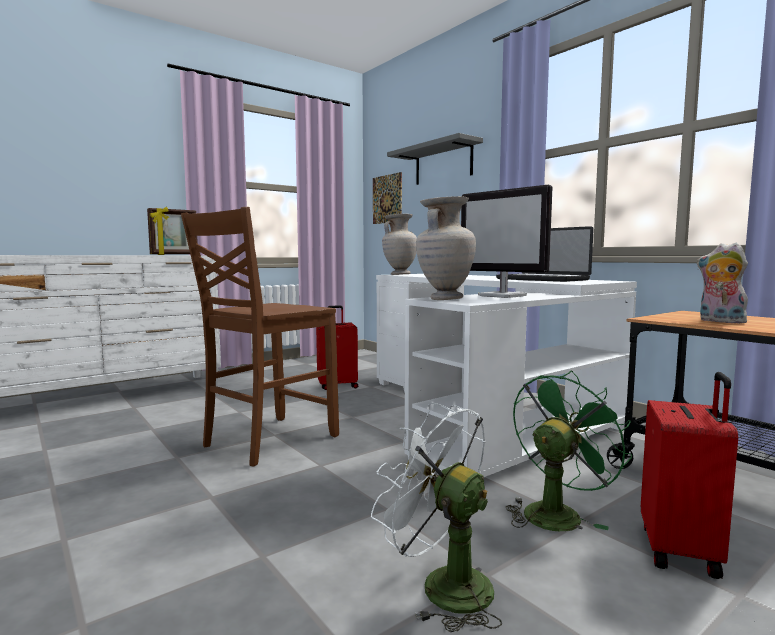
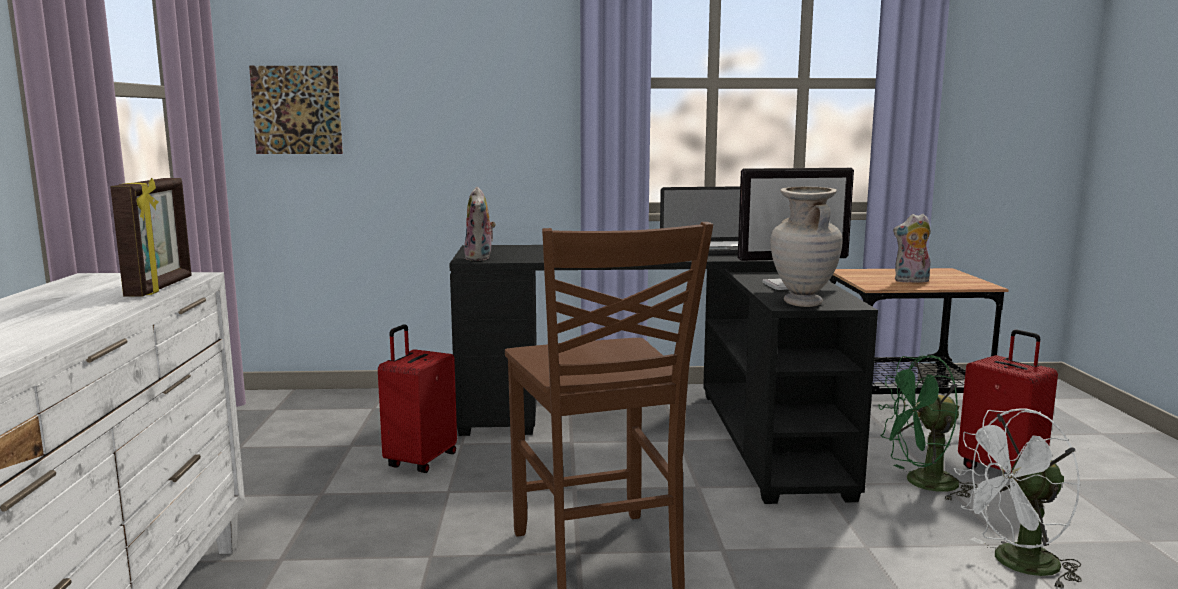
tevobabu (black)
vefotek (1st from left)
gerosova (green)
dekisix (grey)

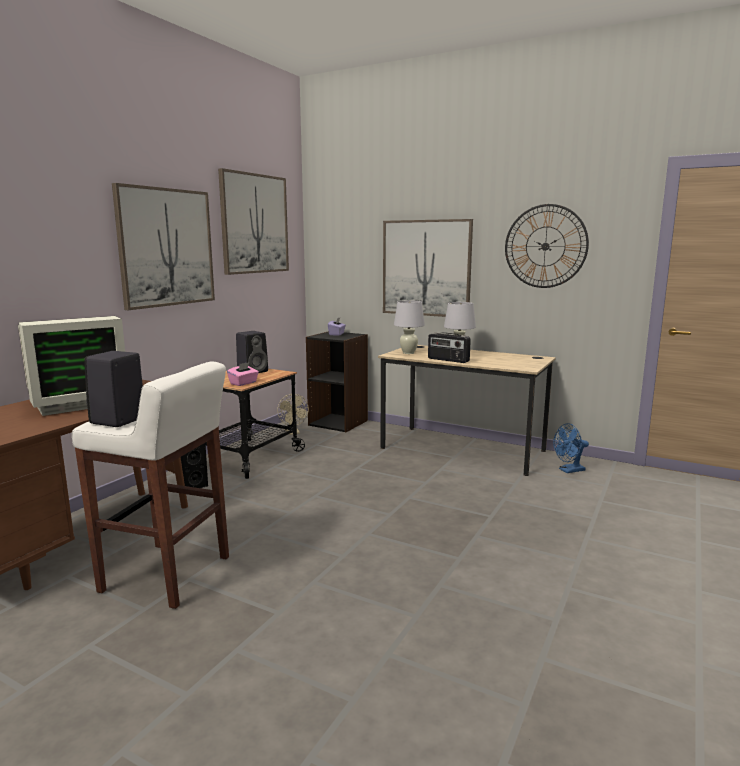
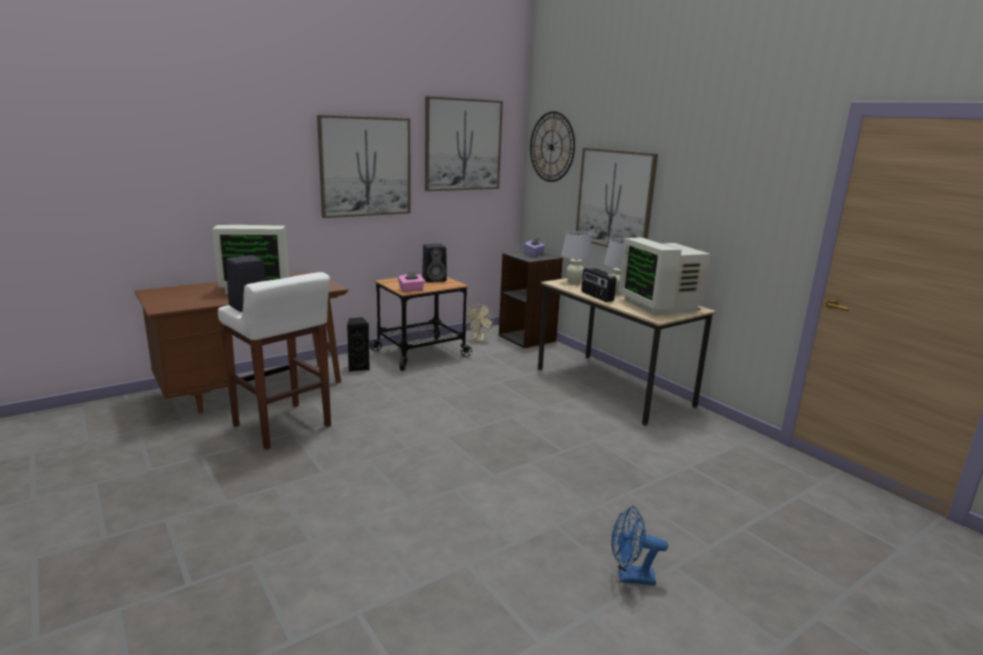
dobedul
gerosova (blue)
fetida (2nd from left)

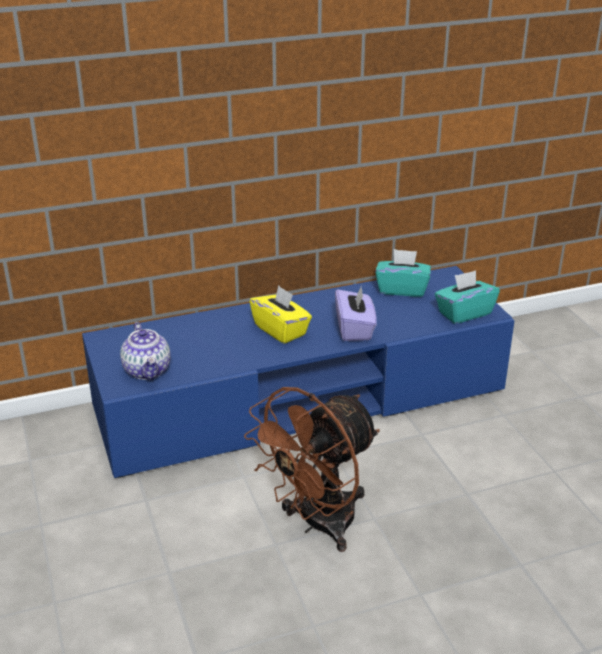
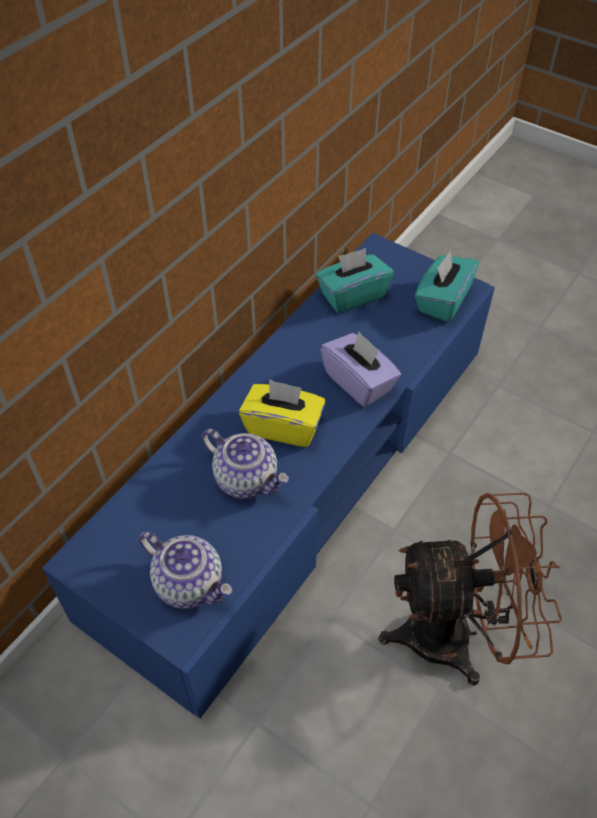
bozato (2nd from left)
gerosova (brown)

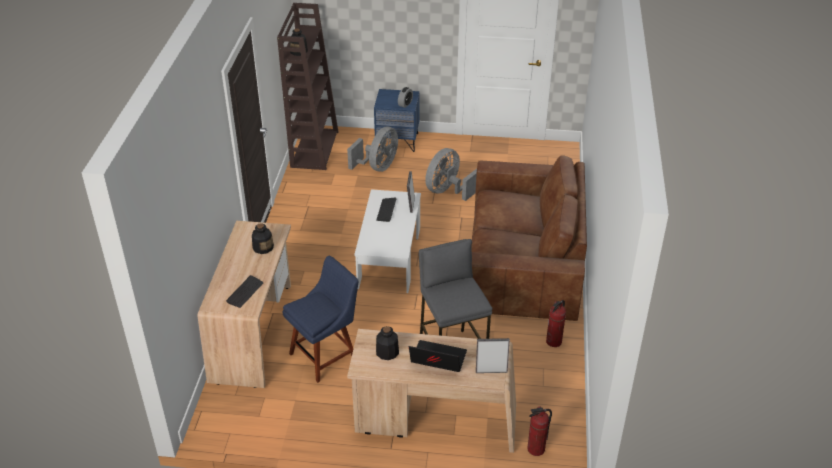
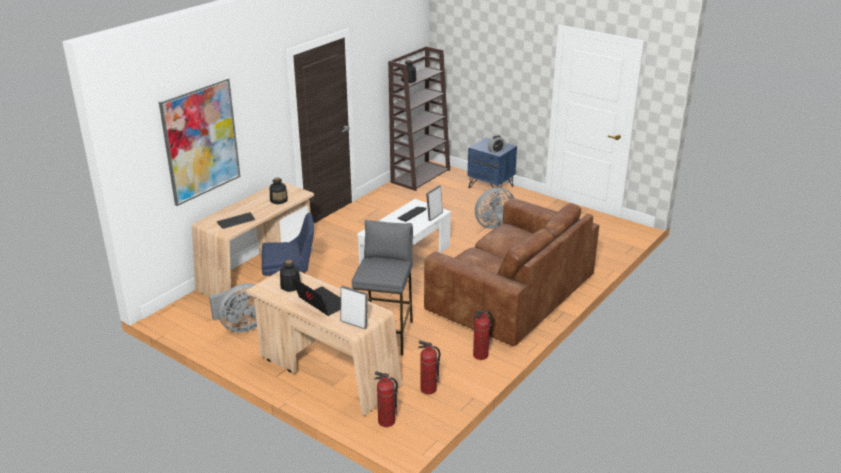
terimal
gerosova (grey) (1st from left)
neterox (2nd from left)

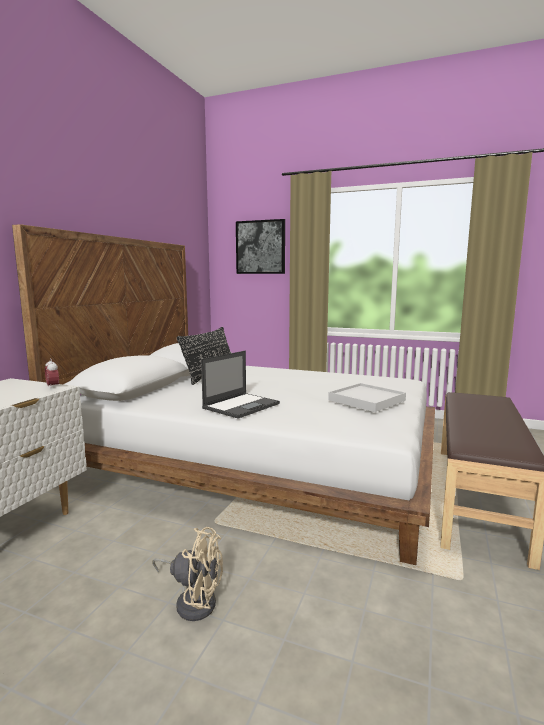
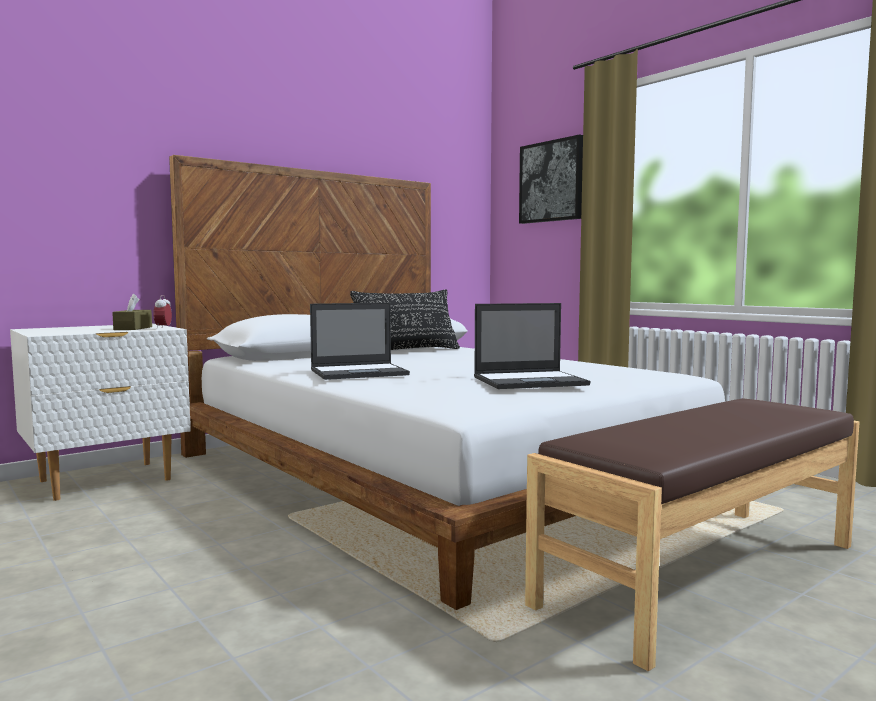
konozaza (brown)
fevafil (2nd from left)
gerosova (beige)

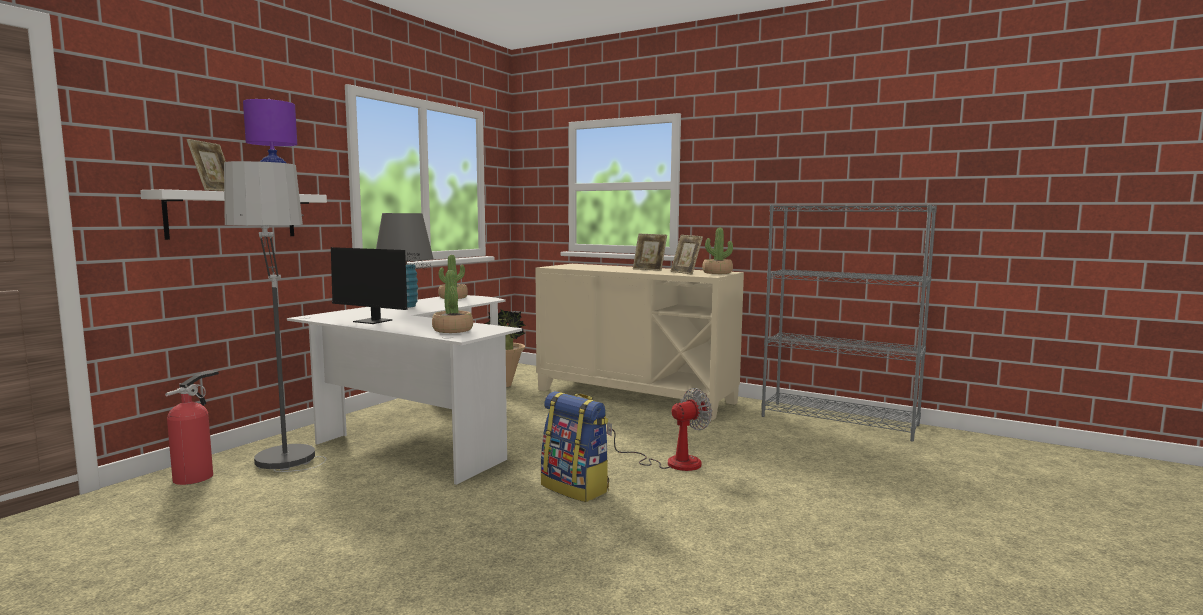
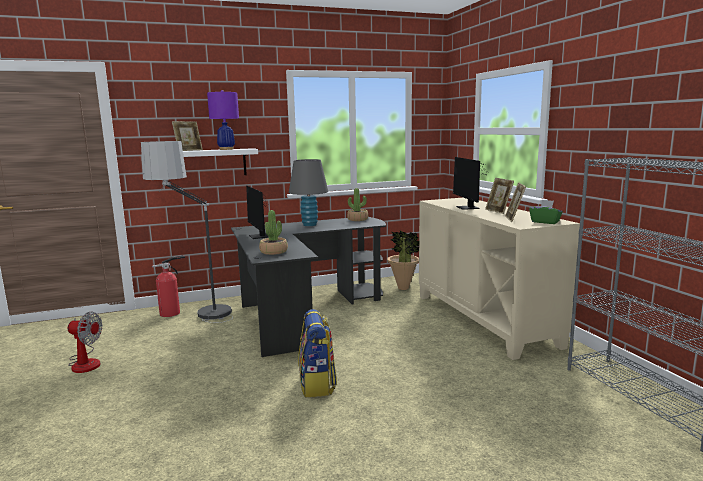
gerosova
tevobabu (black)
fetida (2nd from left)
konozaza (green)

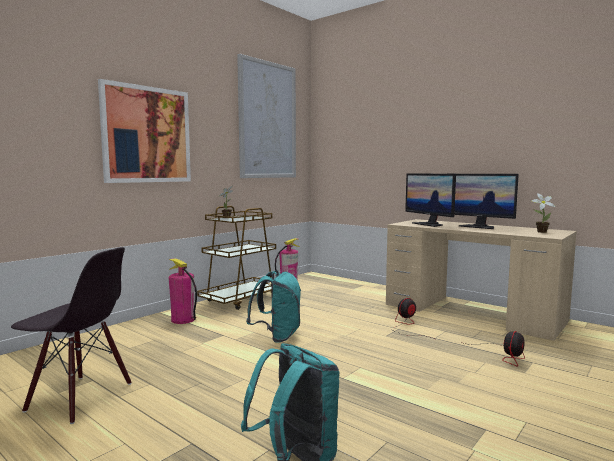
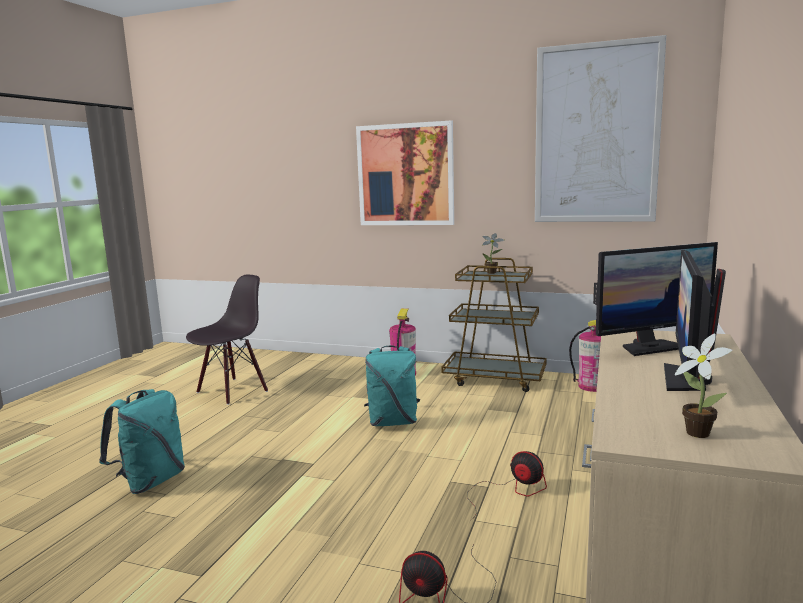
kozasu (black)
fetida (1st from left)

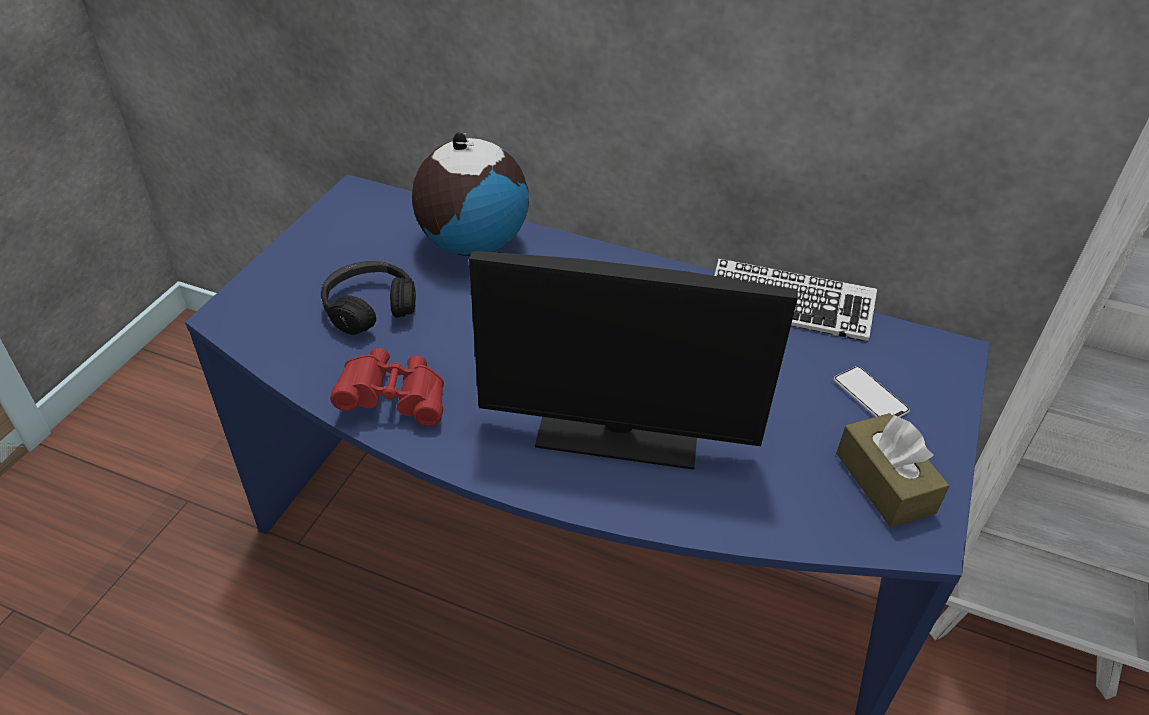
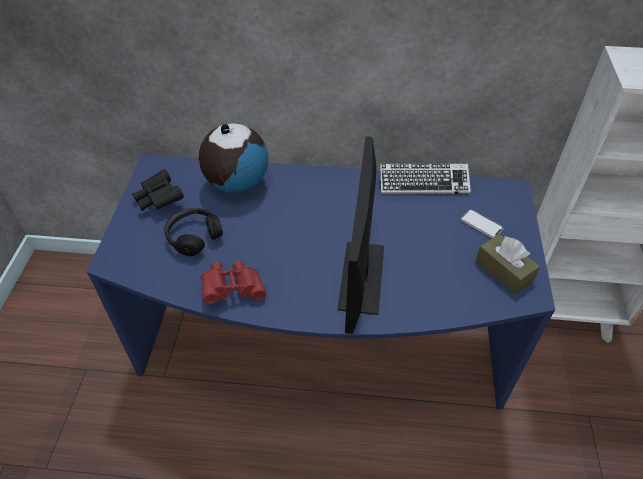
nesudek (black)
fetida

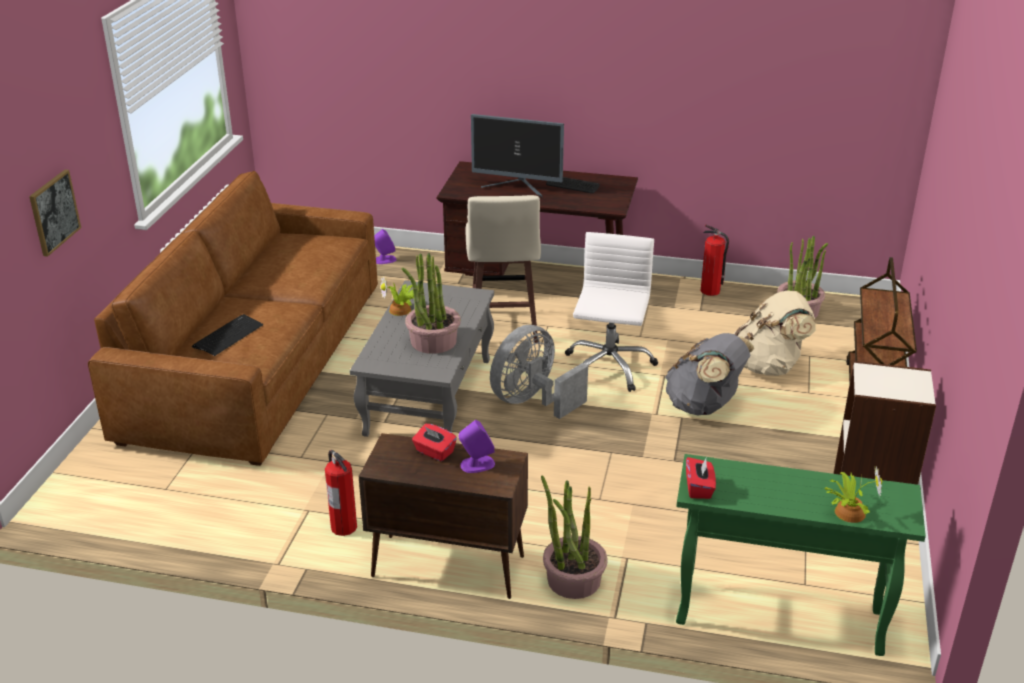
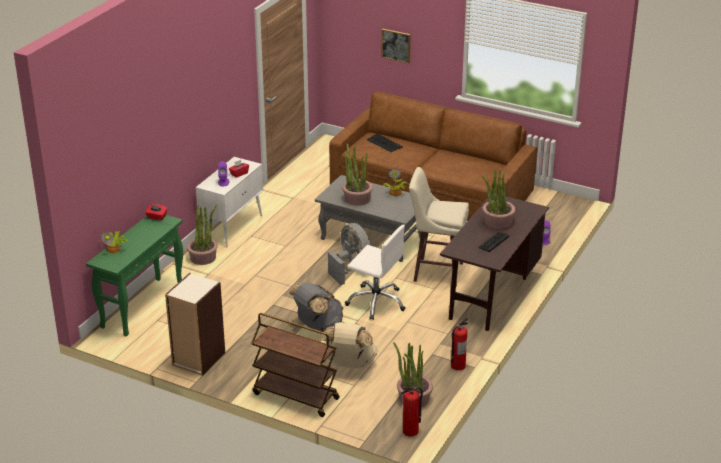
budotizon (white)
neterox (1st from left)
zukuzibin (6th from left)

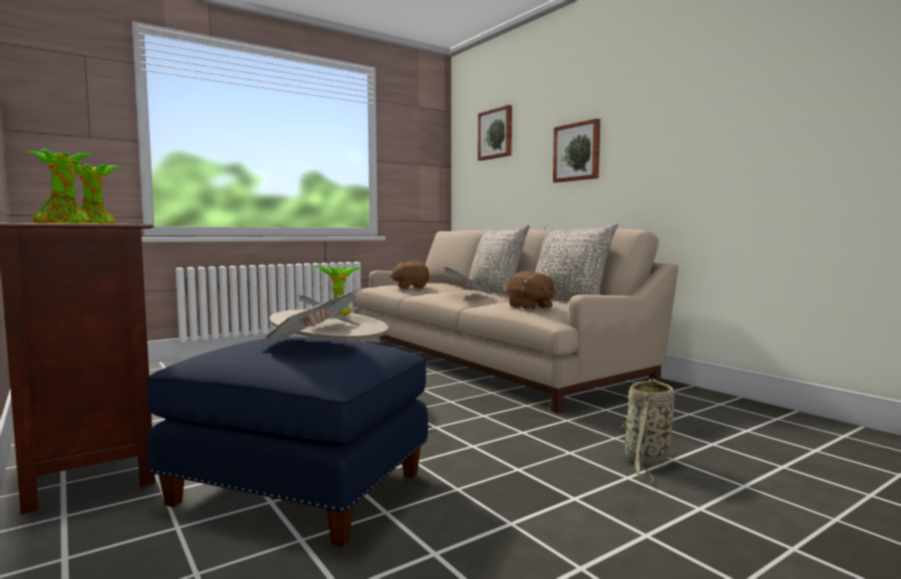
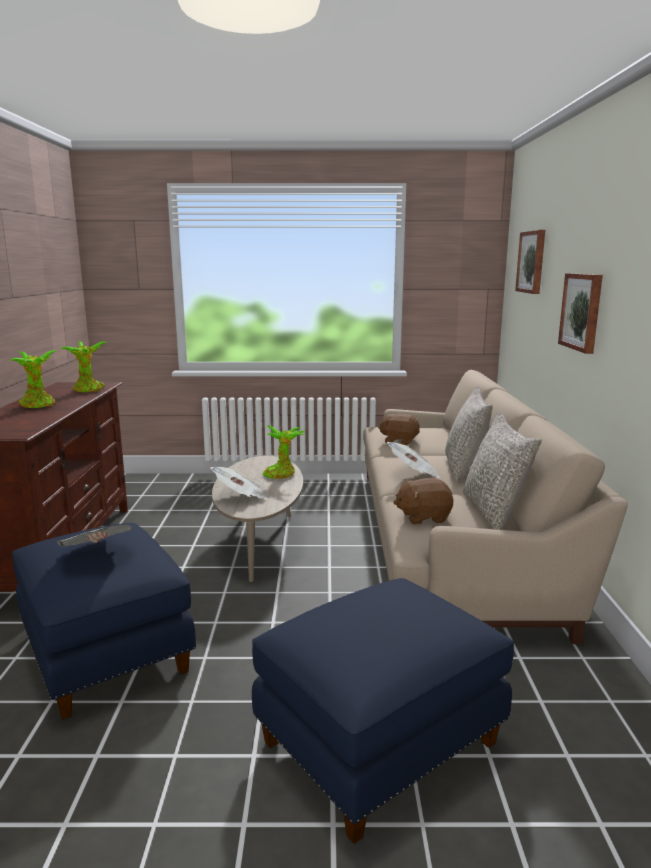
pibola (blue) (2nd from left)
vefotek (brown) (2nd from left)

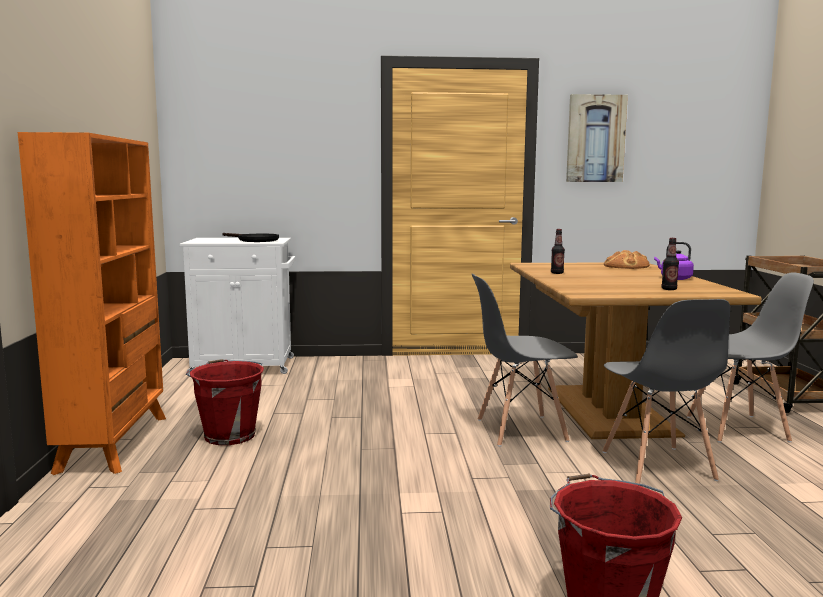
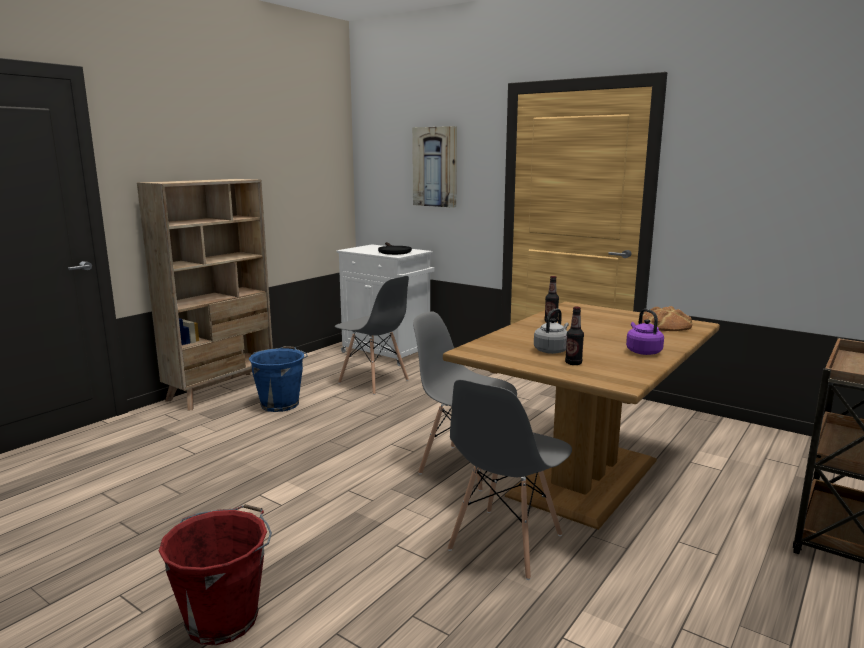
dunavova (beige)
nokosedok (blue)
kozasu (grey) (1st from left)
terimal
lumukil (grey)

